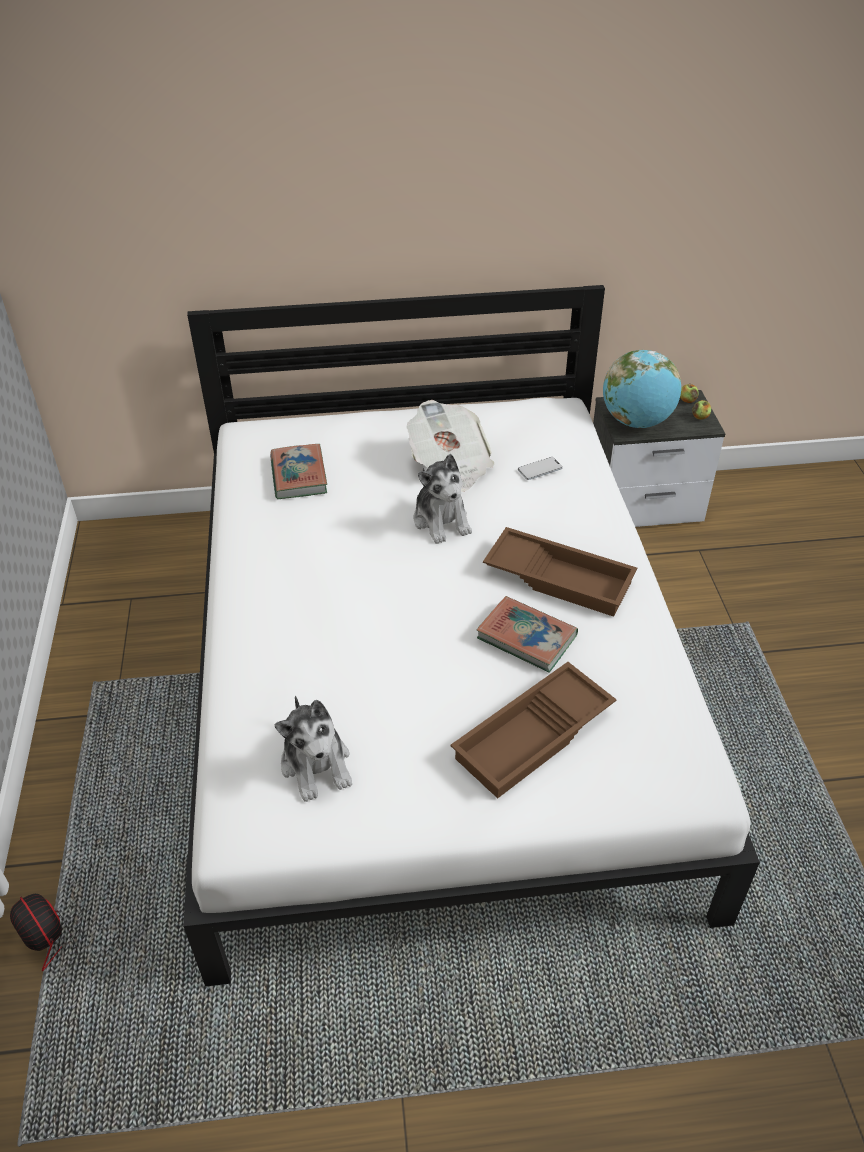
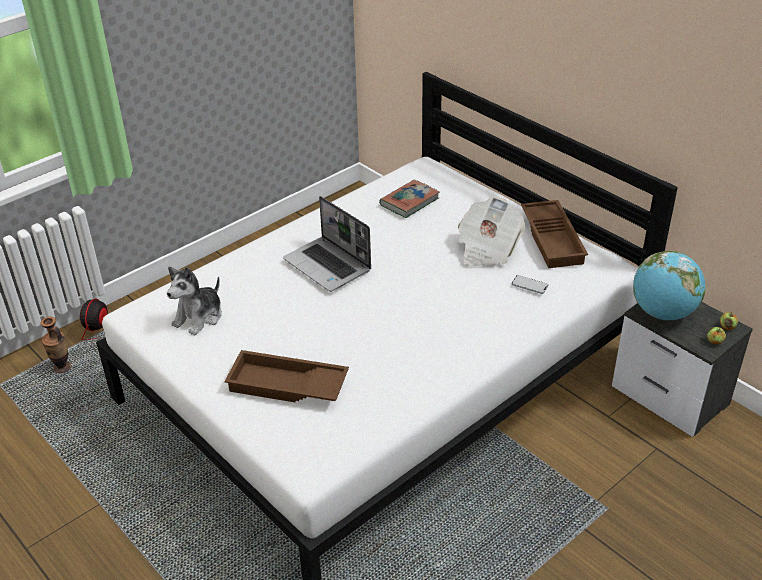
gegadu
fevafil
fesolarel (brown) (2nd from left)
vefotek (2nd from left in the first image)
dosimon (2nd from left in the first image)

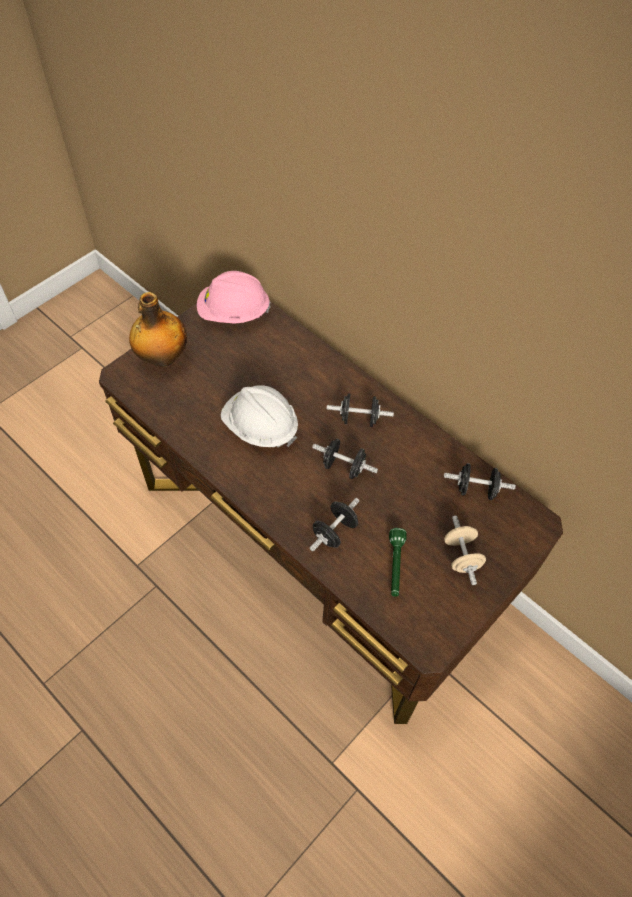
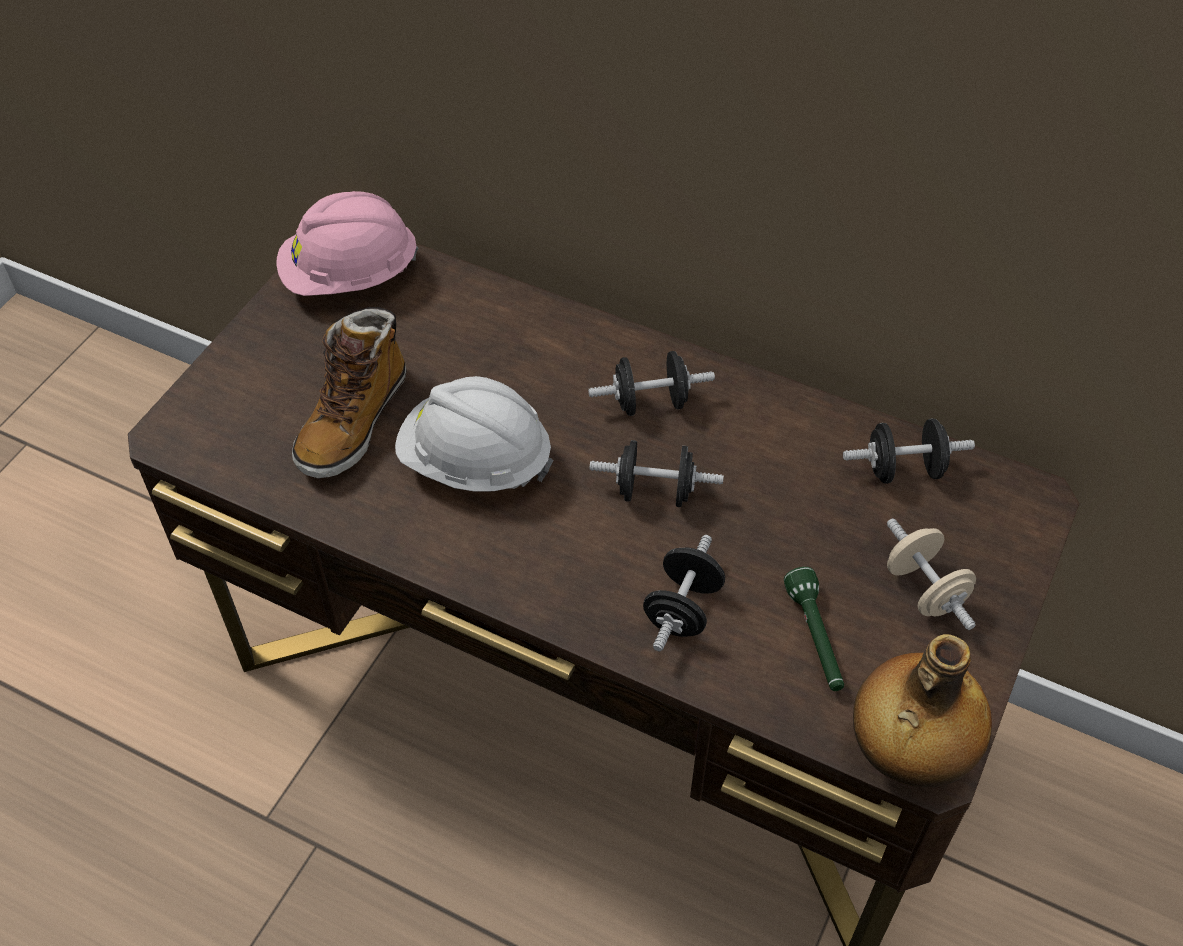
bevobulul
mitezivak

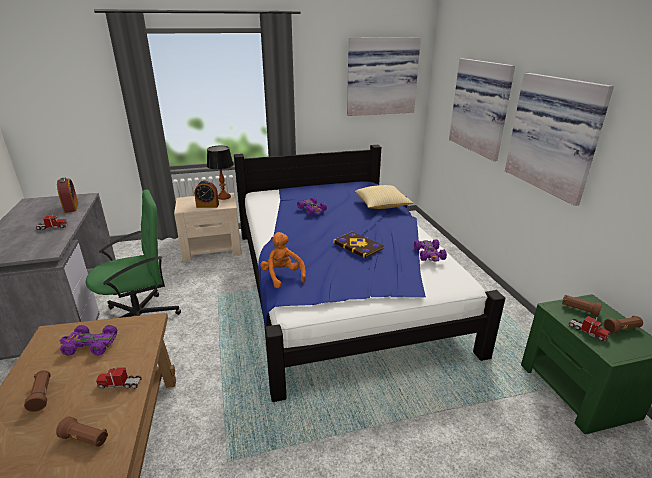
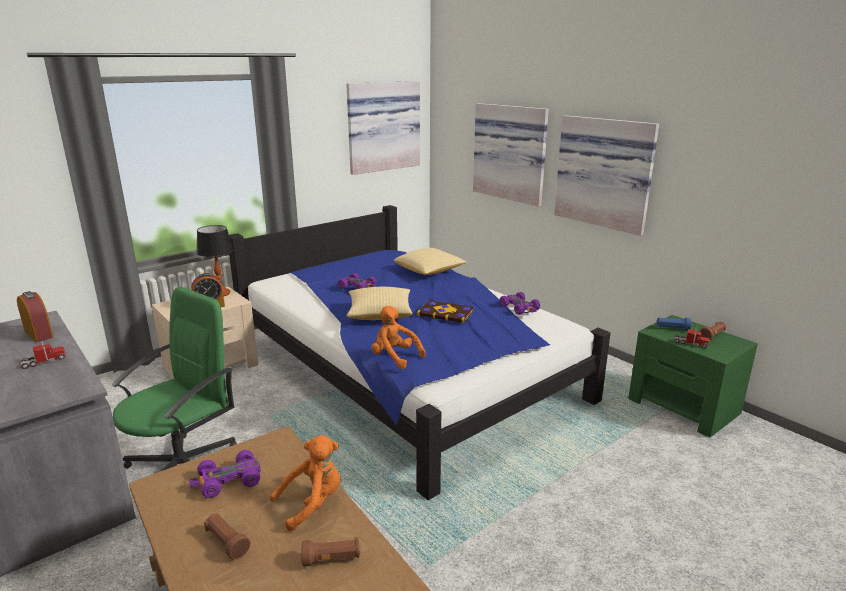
vefotek (orange) (1st from left)
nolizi (1st from left)
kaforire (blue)

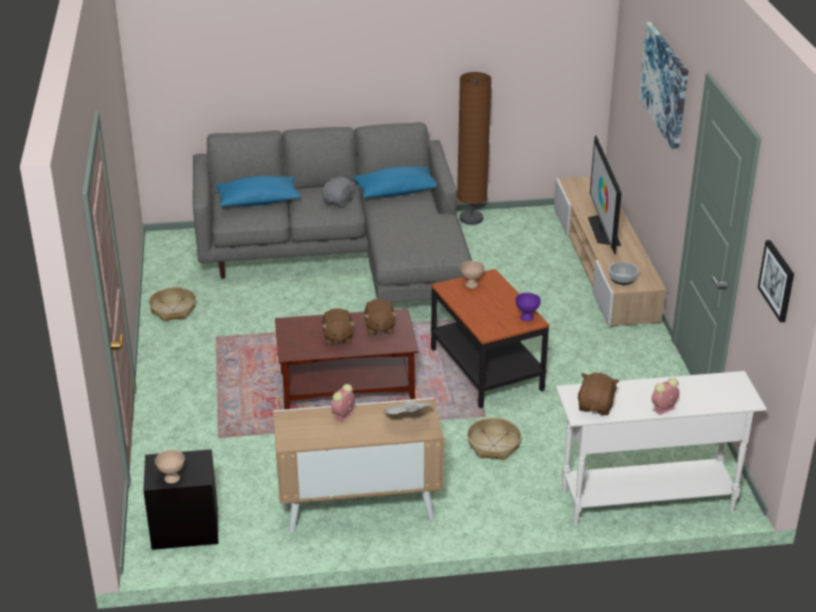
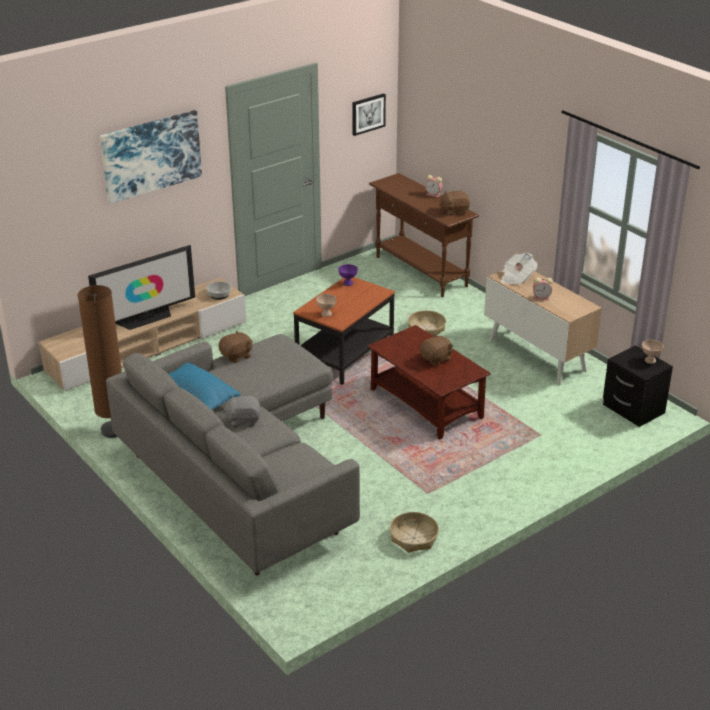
vefotek (brown) (1st from left)
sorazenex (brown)
nolizi (blue) (1st from left in the first image)

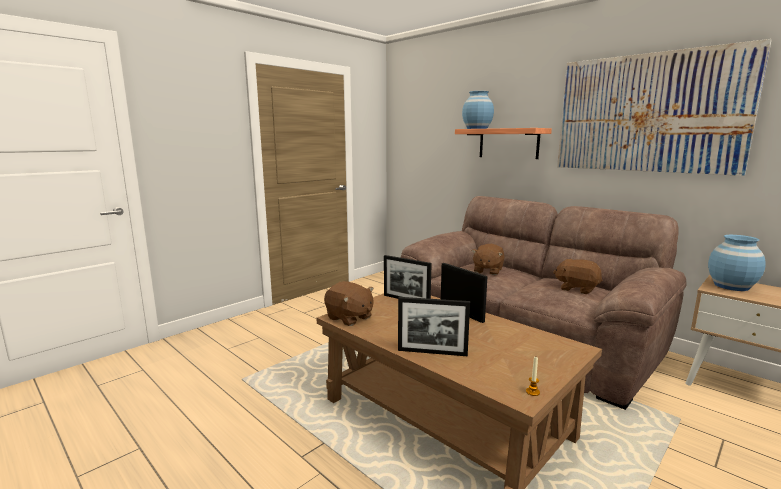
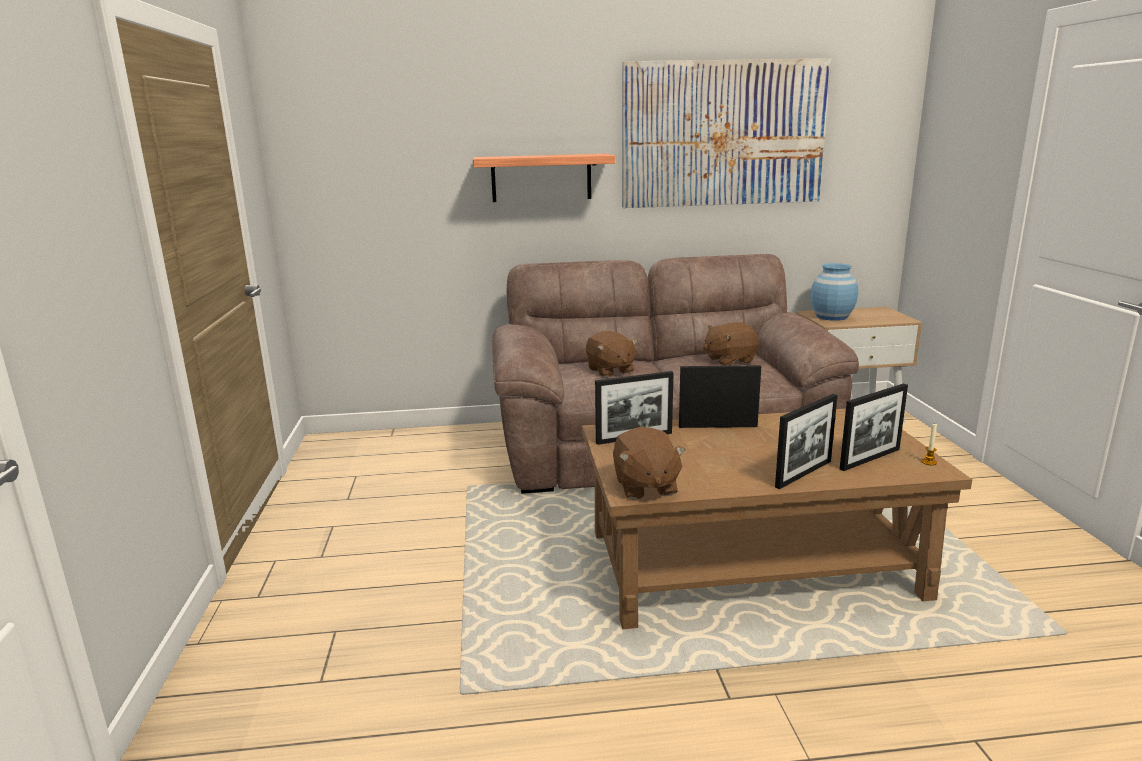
vefotek (brown) (2nd from left)
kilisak (4th from left)
gegadu (blue) (1st from left in the first image)

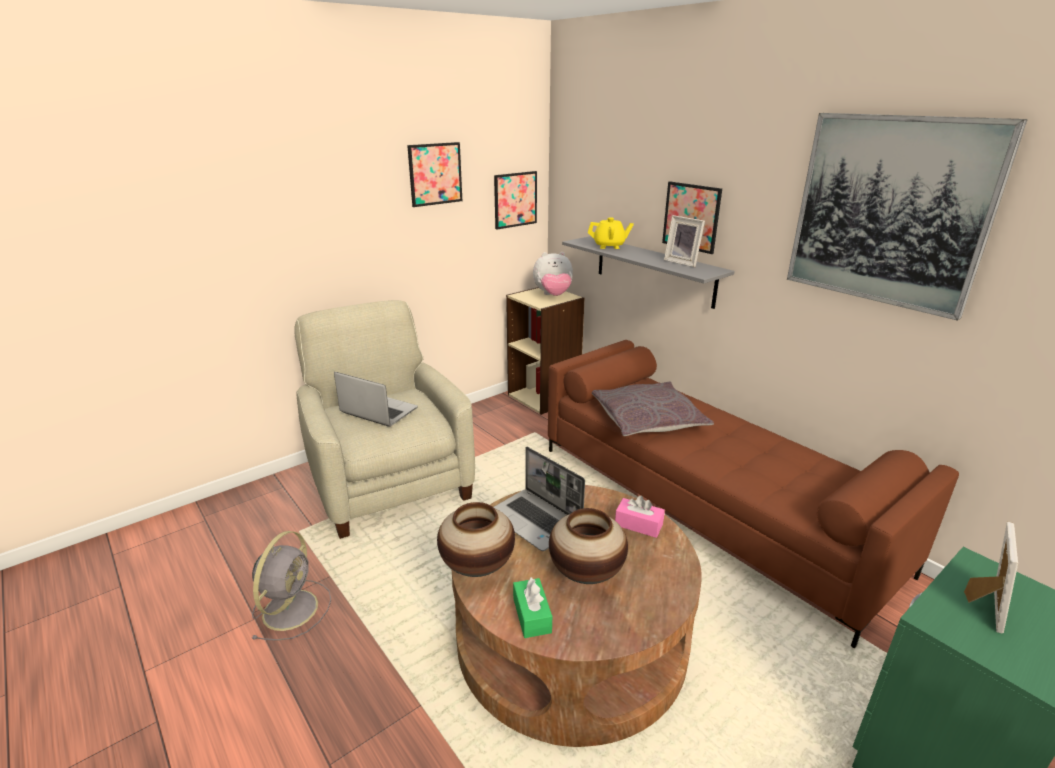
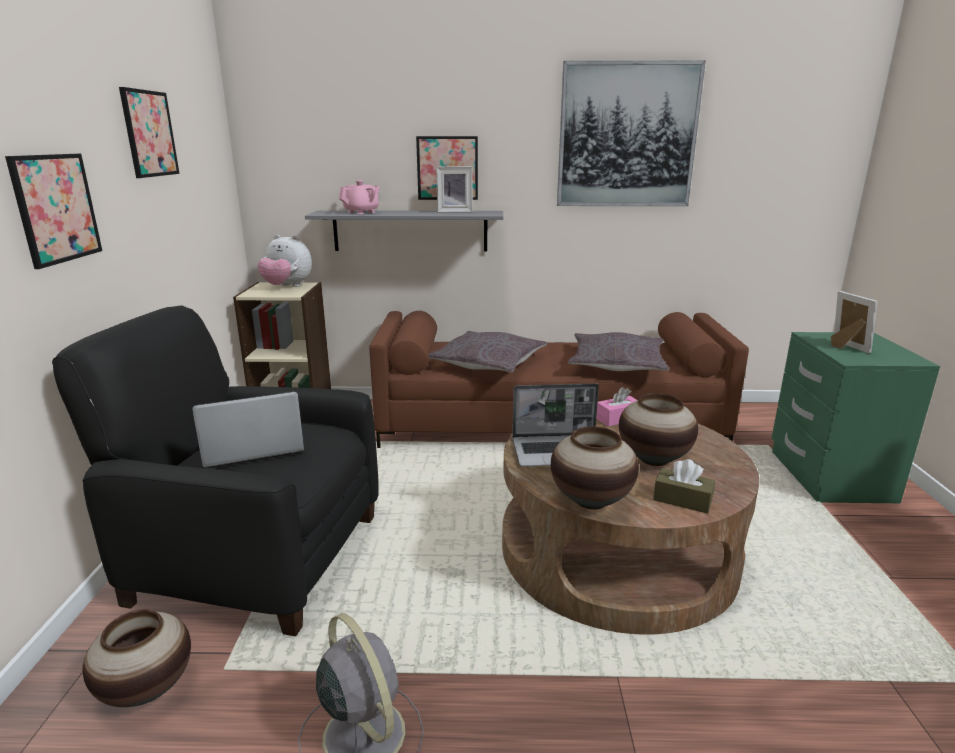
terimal (1st from left)
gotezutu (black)
gegadu (1st from left)
vefotek
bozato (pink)
nolizi (grey) (2nd from left)
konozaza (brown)

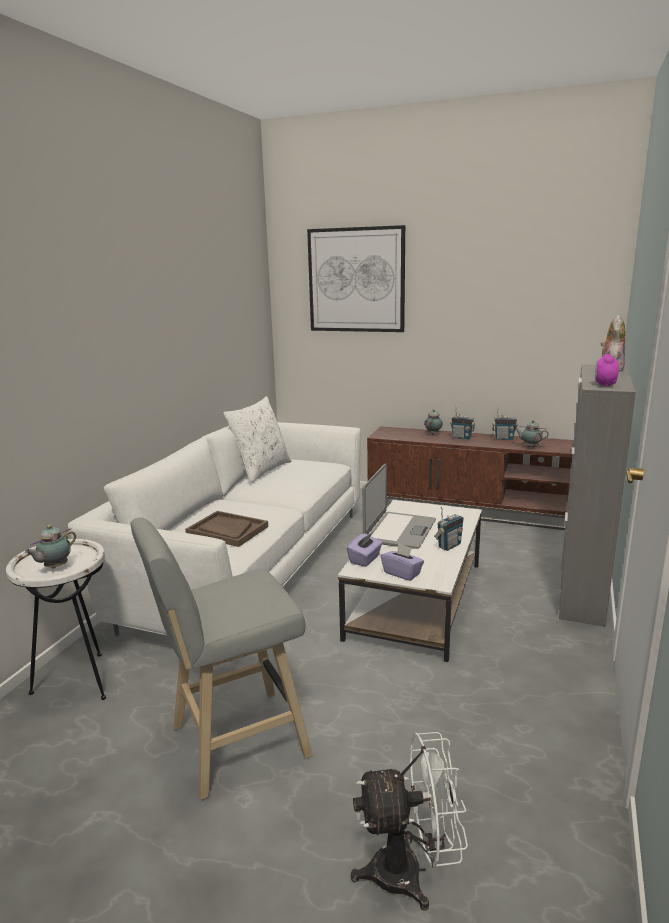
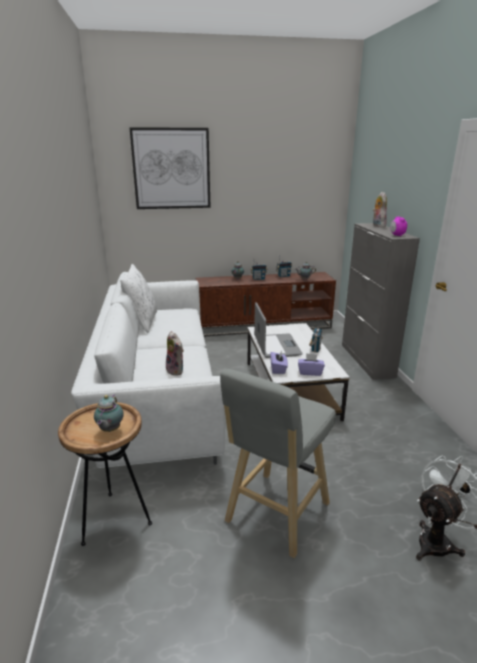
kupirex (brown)
vefotek (1st from left)

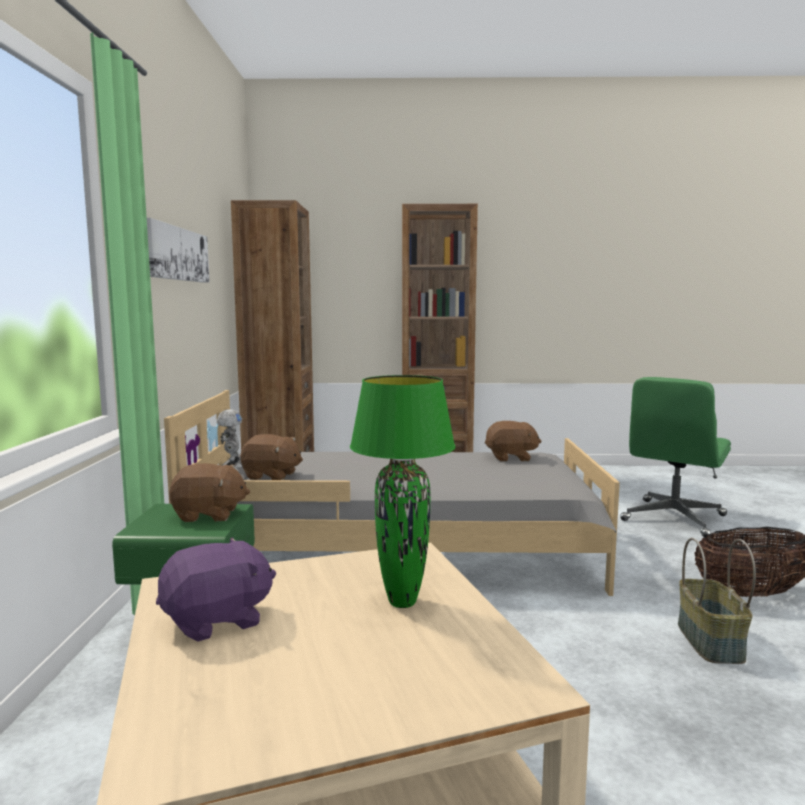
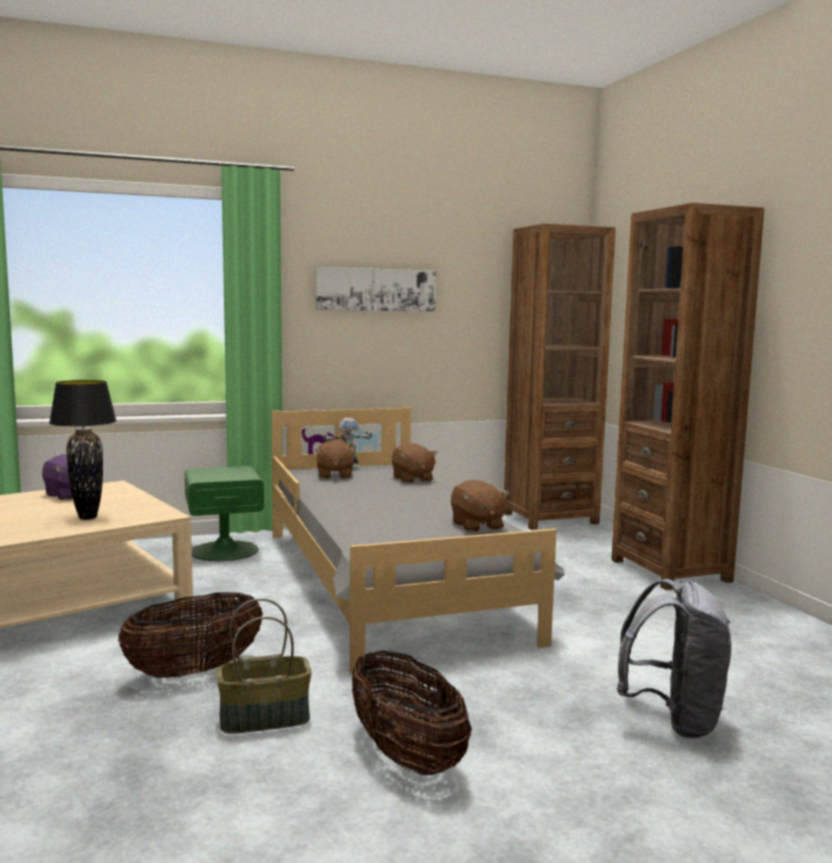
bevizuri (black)
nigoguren (1st from left)
vefotek (brown) (2nd from left)
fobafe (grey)

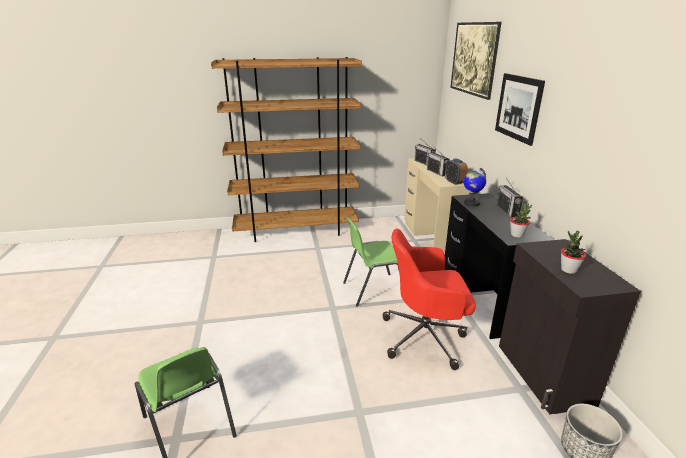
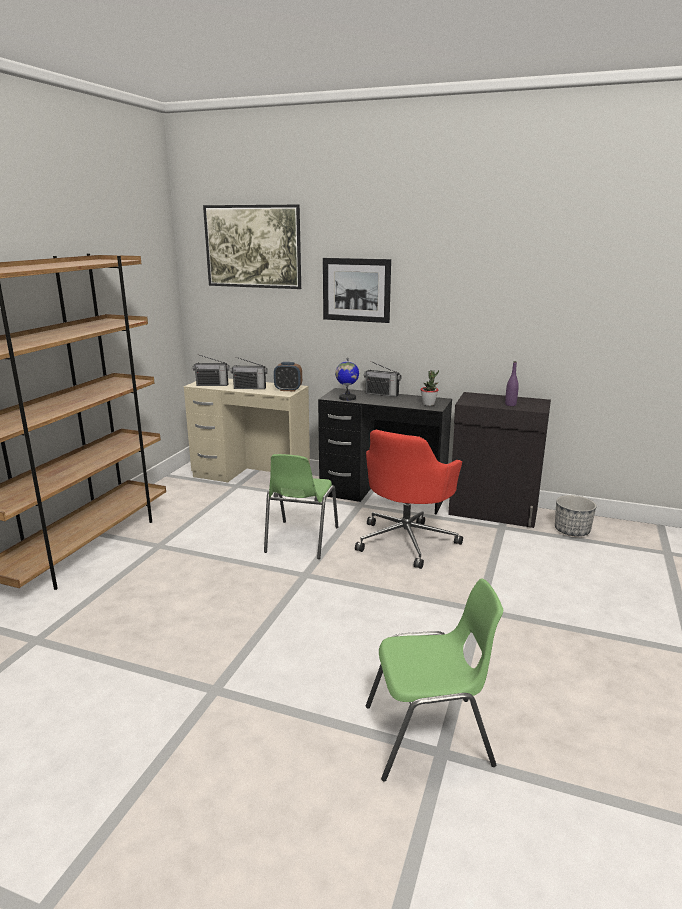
mitezivak (purple)

